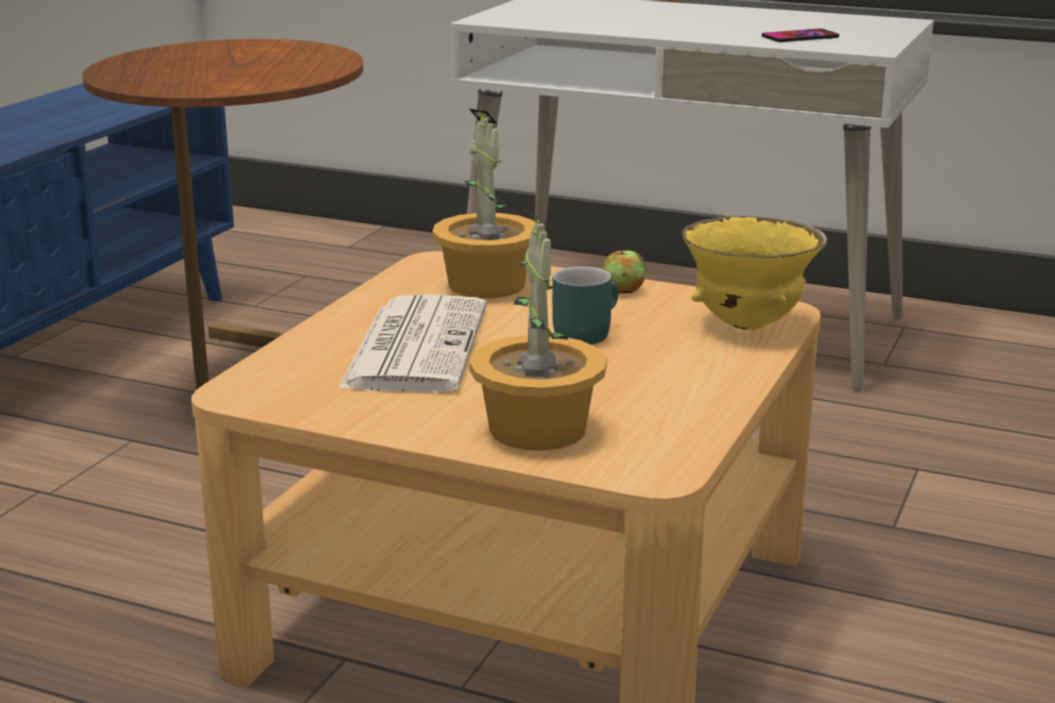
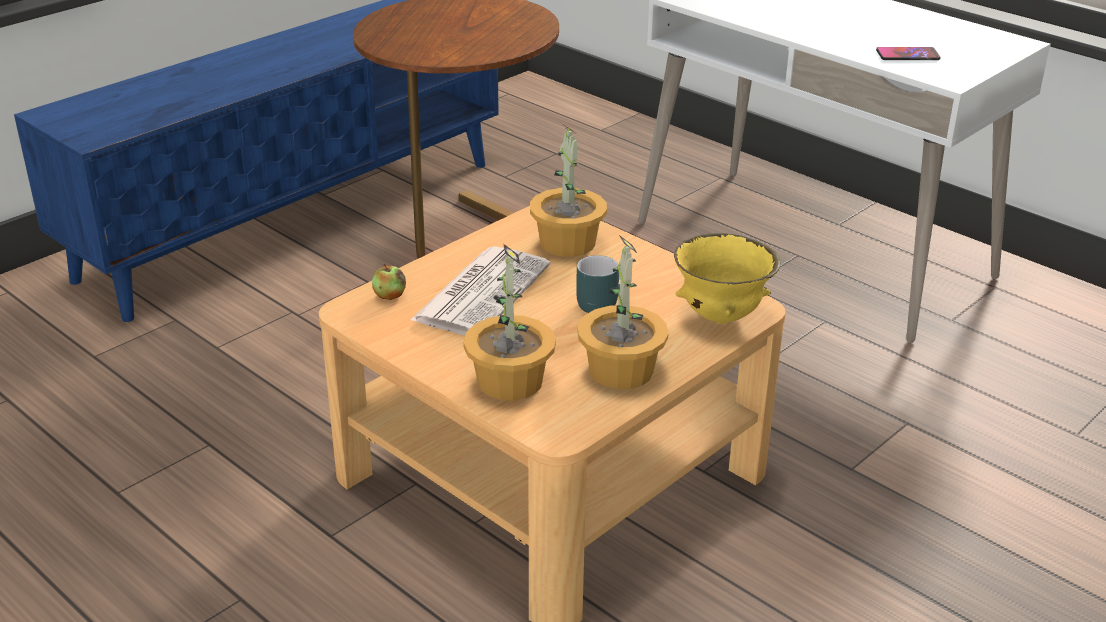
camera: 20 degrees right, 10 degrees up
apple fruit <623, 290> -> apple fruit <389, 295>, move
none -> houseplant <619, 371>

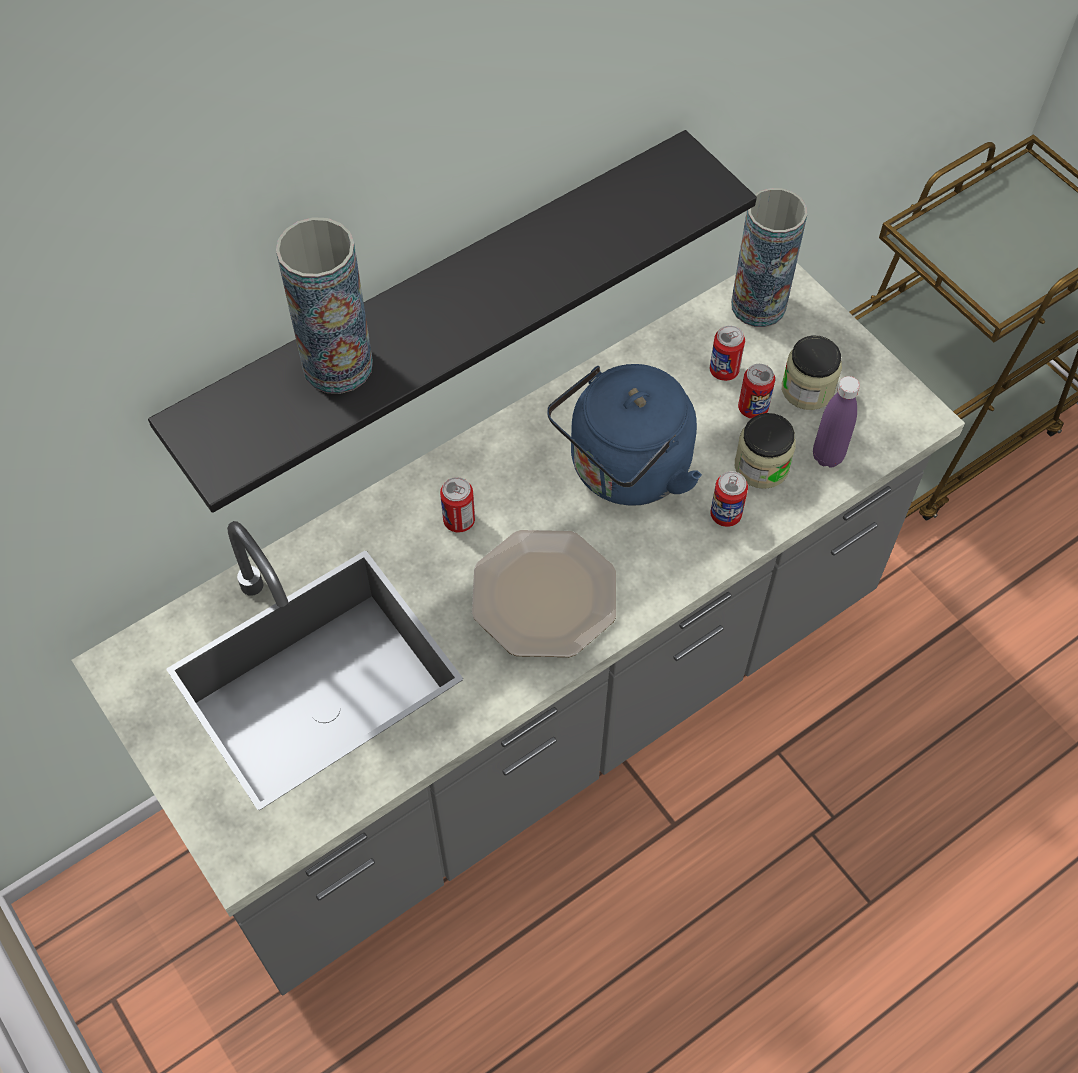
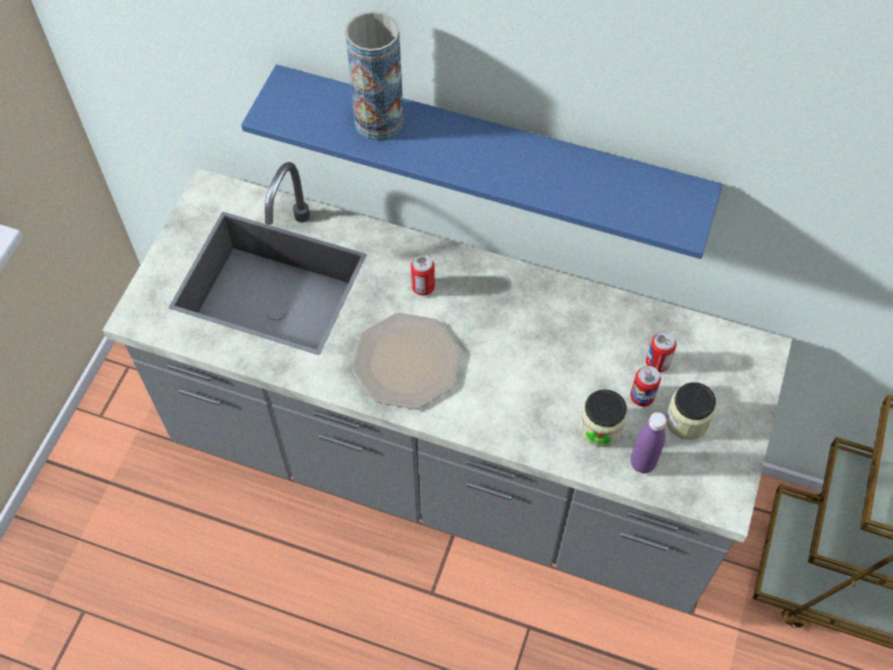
camera: 55 degrees right, 0 degrees up
blackish wall shelf <437, 307> -> blue-coloured wall shelf <490, 153>
vase <758, 305> -> none
blue-coloured kettle <624, 471> -> none
sealed can <725, 515> -> none

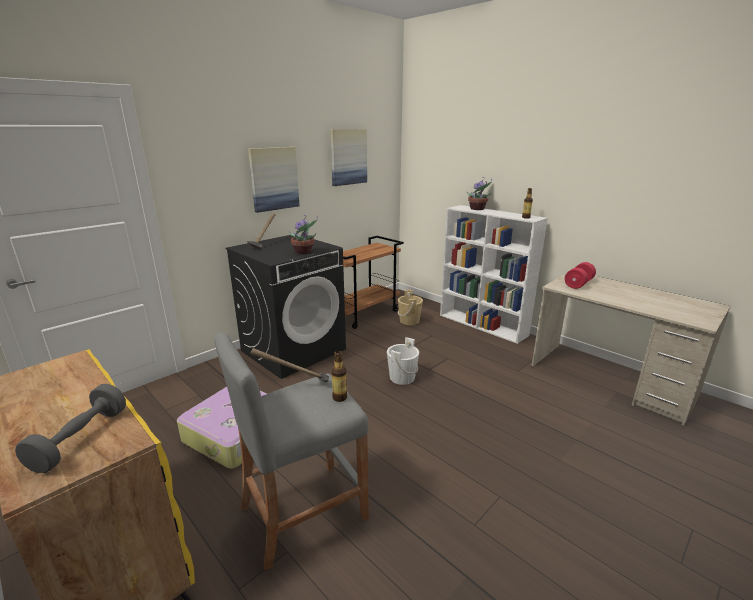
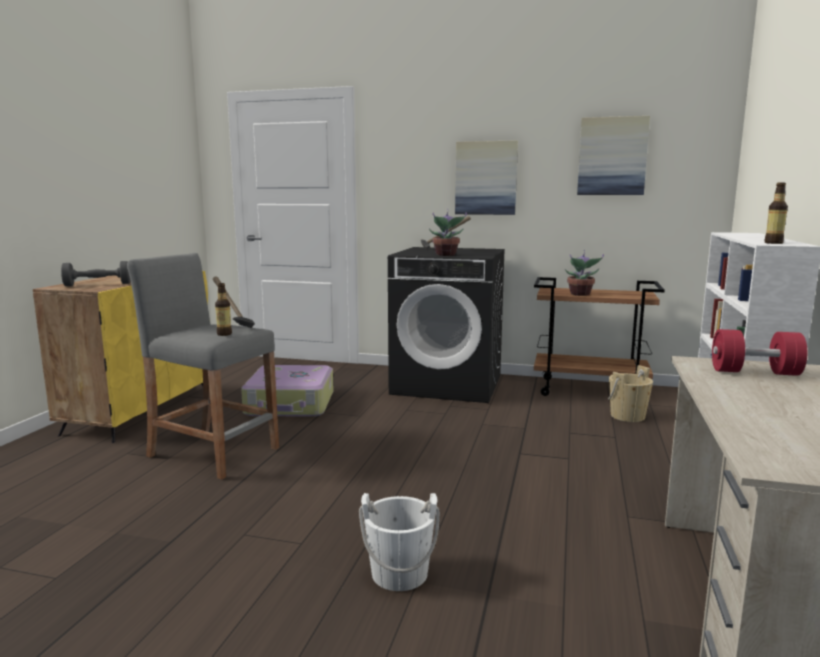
camera: 60 degrees right, 10 degrees down
houseplant <478, 209> -> houseplant <580, 294>, move
white pail <402, 377> -> white pail <399, 574>, move

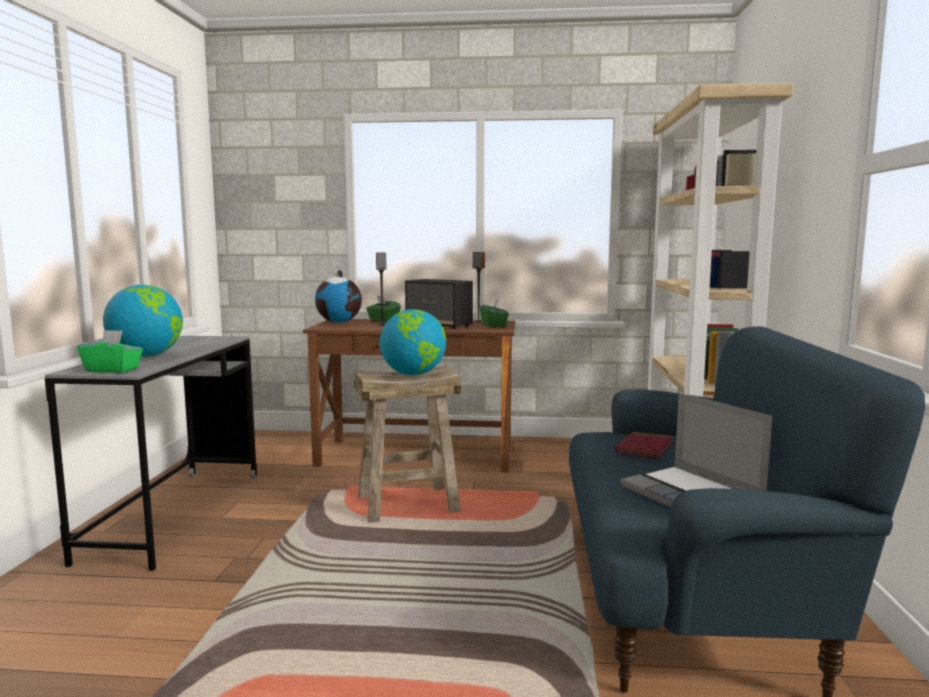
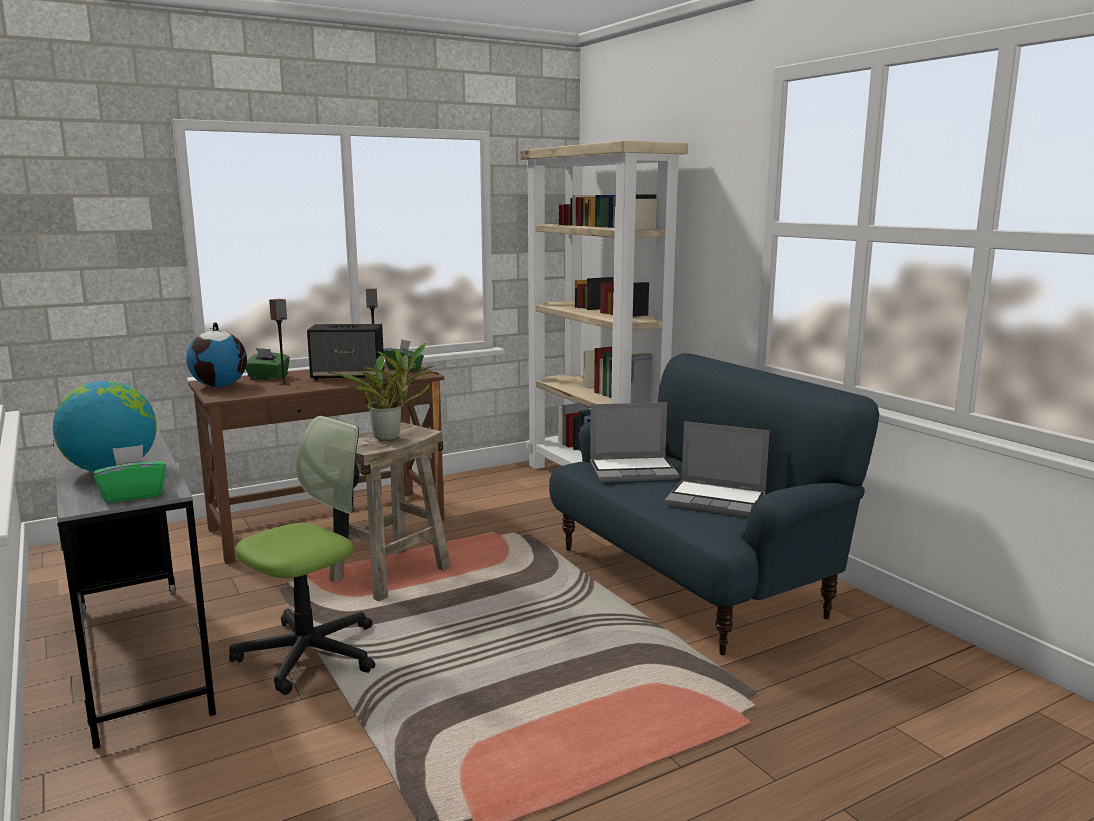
camera: 35 degrees left, 5 degrees up
world globe <413, 374> -> houseplant <391, 437>
red-coloured bound book <644, 448> -> laptop <634, 471>
none -> office chair <309, 654>

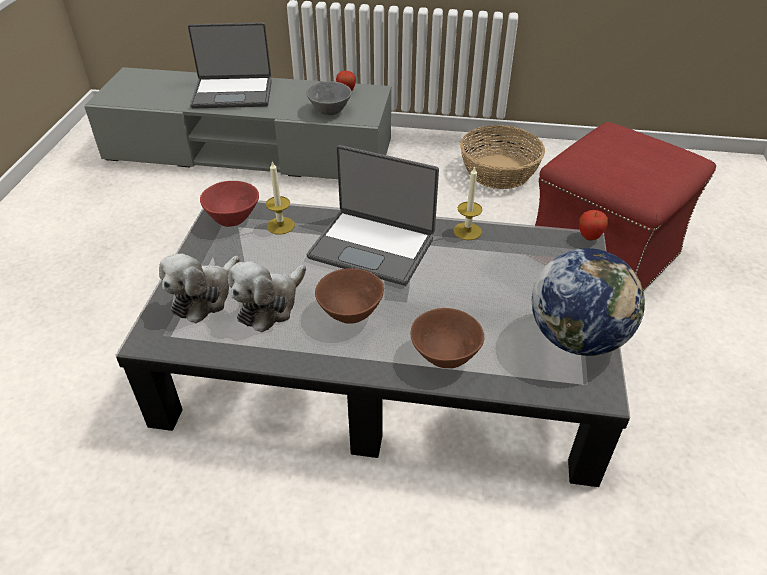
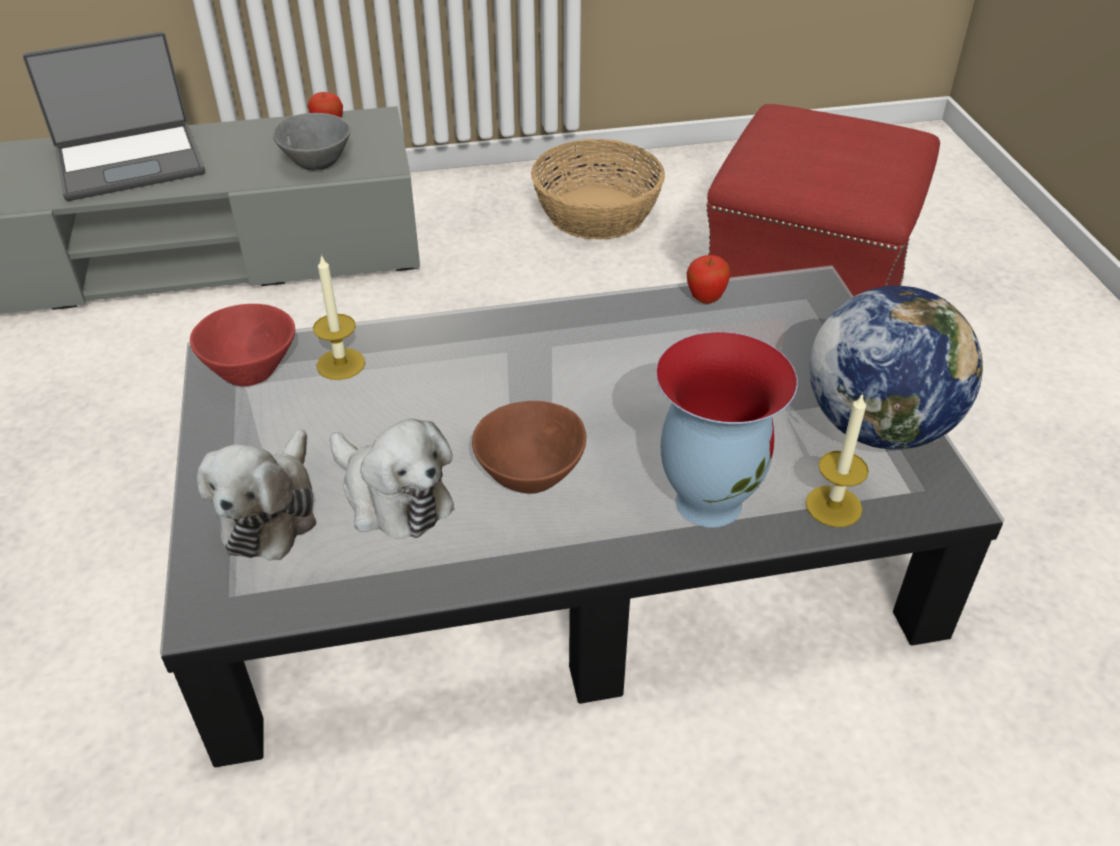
camera: 20 degrees left, 0 degrees up
laptop <373, 247> -> none
candle <467, 231> -> candle <833, 506>, move
apple fruit <589, 237> -> apple fruit <705, 299>, move
cuddly toy <270, 305> -> cuddly toy <392, 496>, 60 degrees counterclockwise
brown bowl <445, 354> -> vase <708, 500>

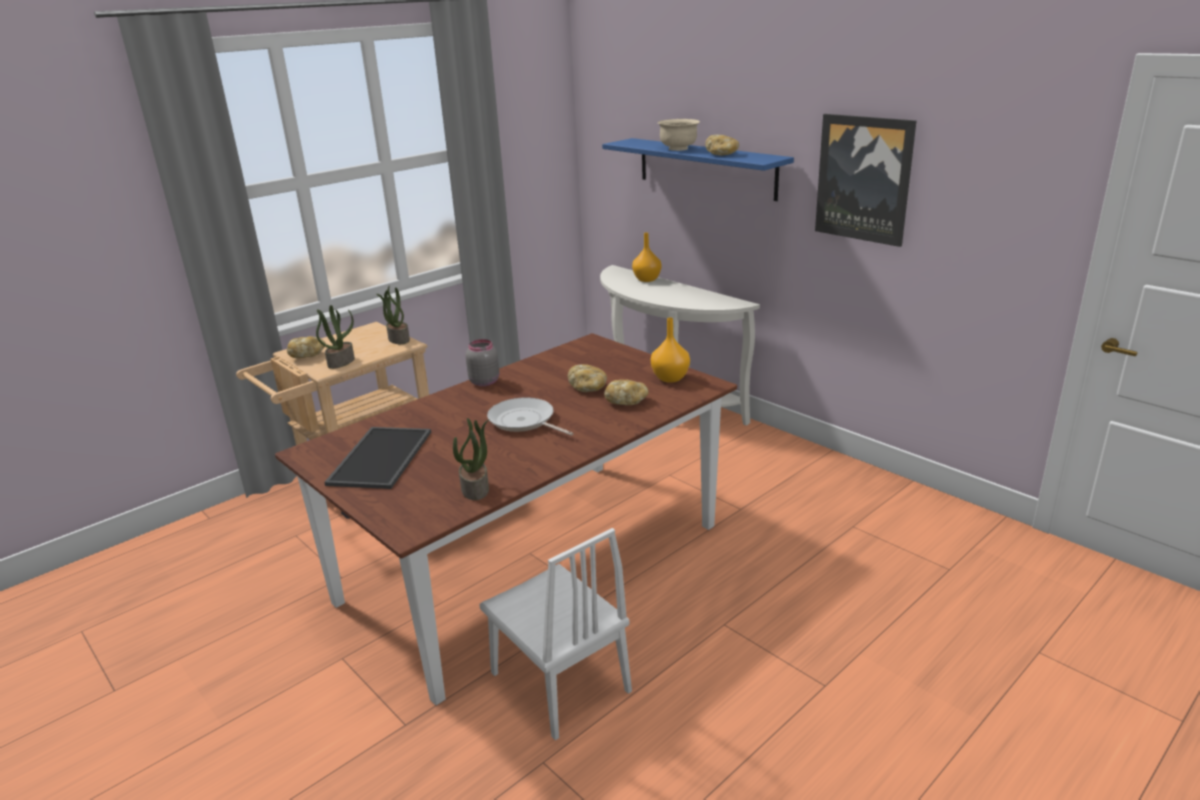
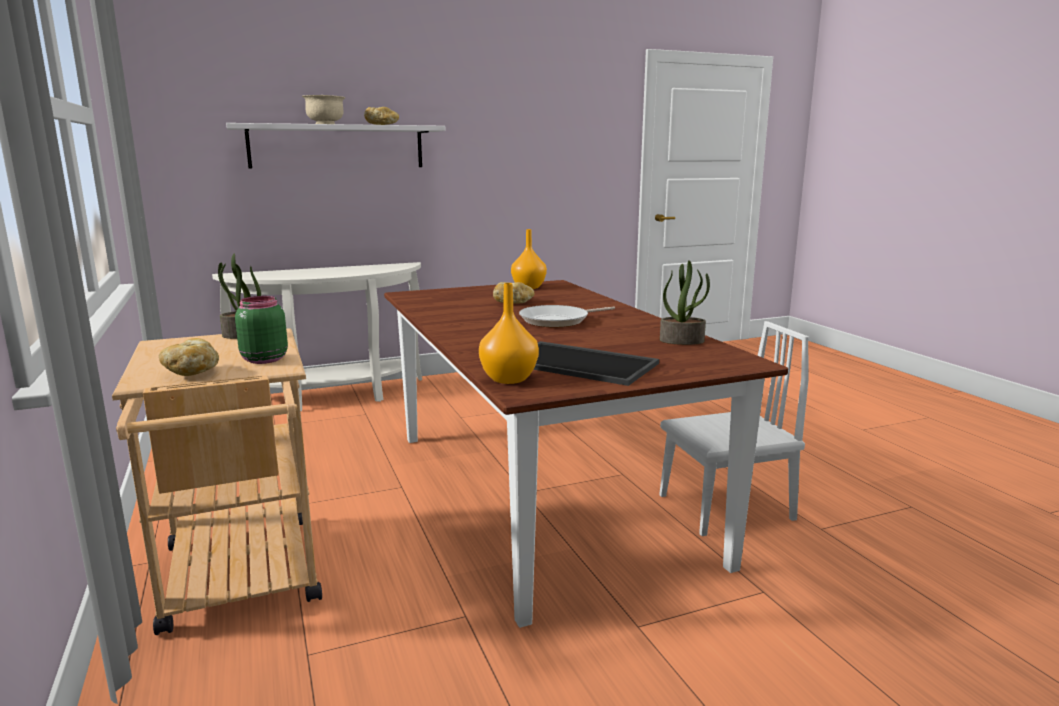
camera: 70 degrees left, 10 degrees down
wall picture <864, 179> -> none
blue-coloured wall shelf <706, 168> -> white wall shelf <337, 147>
orange vase <646, 279> -> orange vase <509, 379>, move
houseplant <341, 362> -> greenish preserve jar <263, 359>
greyish preserve jar <484, 381> -> none
bakery bread <626, 401> -> none

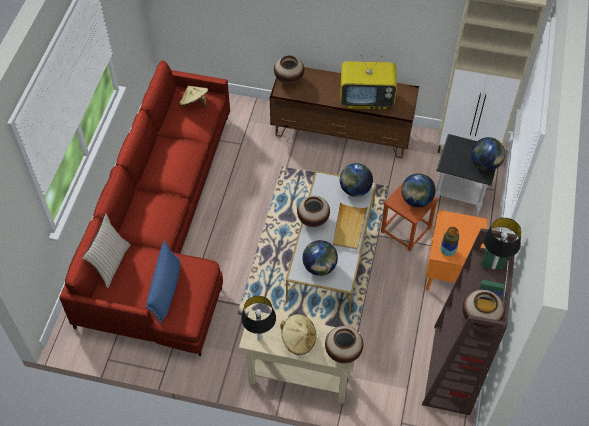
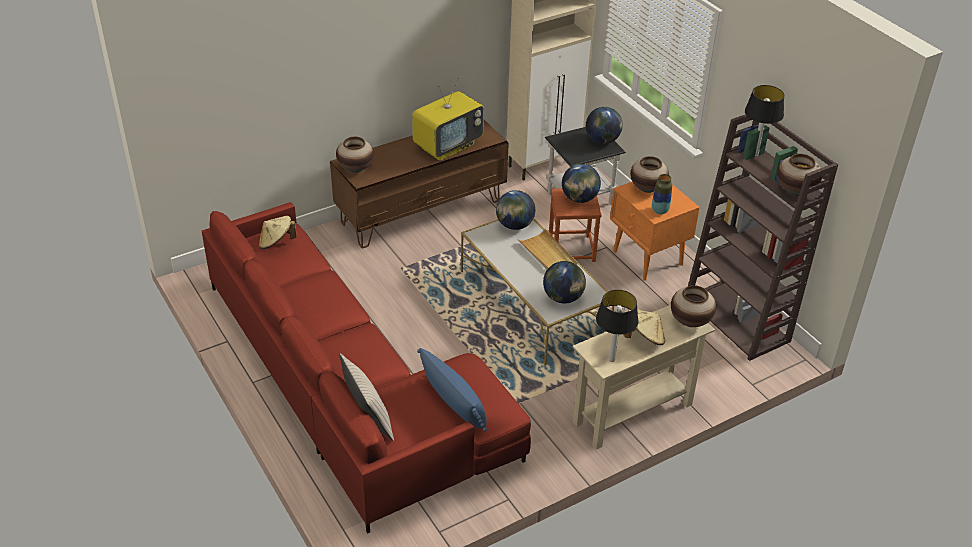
camera: 45 degrees left, 15 degrees down
vase <313, 219> -> vase <647, 188>, move

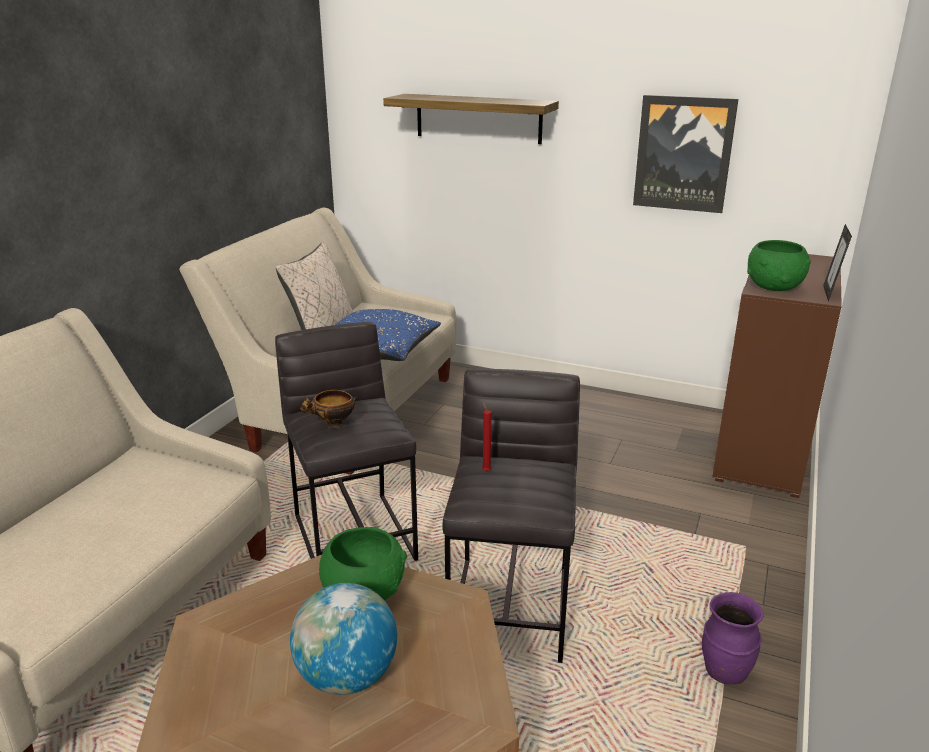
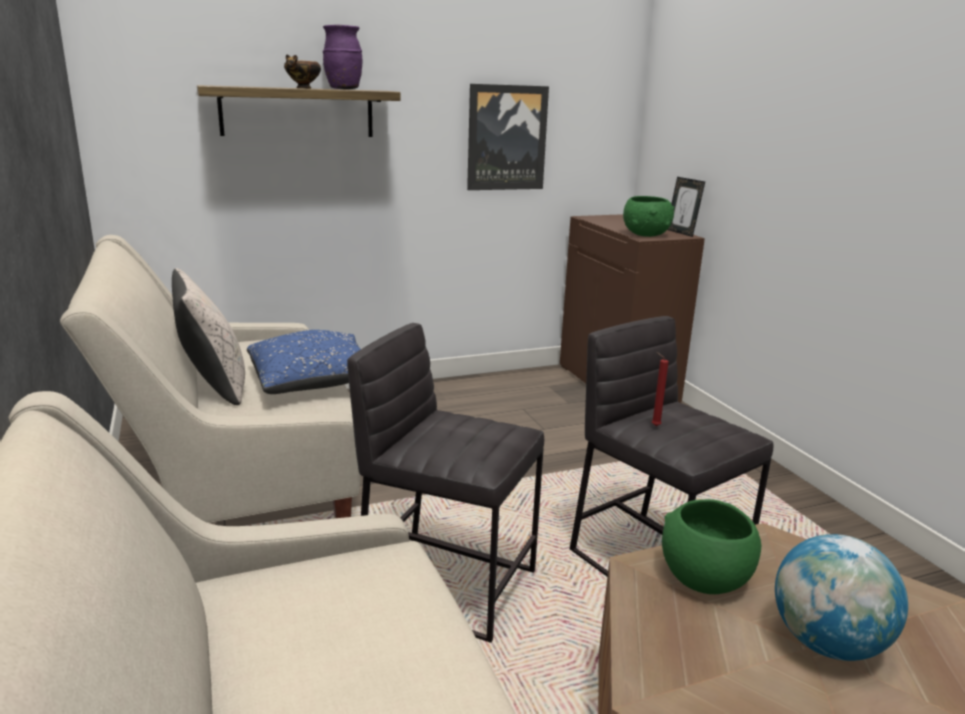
camera: 45 degrees left, 5 degrees down
bowl <333, 425> -> bowl <303, 88>, move
purplish vase <724, 671> -> purplish vase <343, 89>, move

